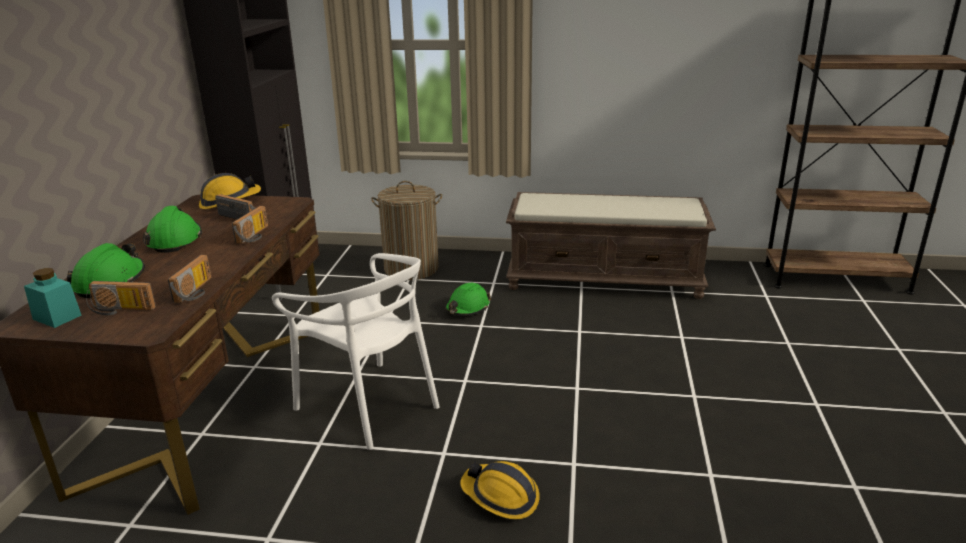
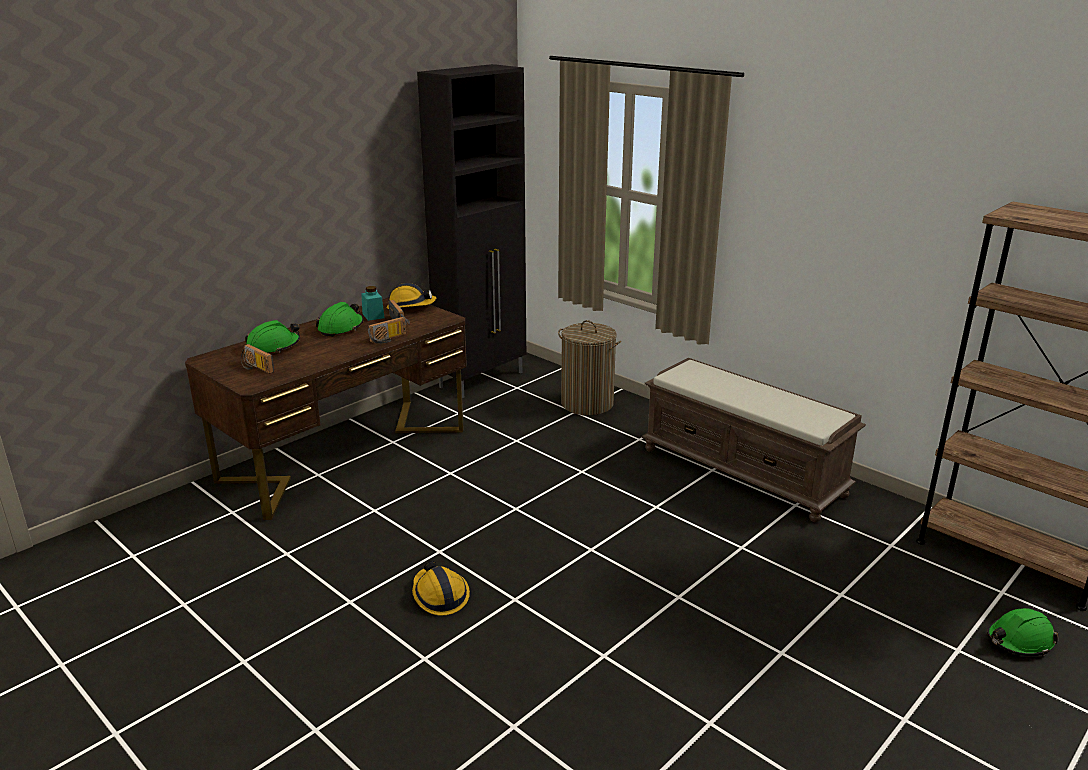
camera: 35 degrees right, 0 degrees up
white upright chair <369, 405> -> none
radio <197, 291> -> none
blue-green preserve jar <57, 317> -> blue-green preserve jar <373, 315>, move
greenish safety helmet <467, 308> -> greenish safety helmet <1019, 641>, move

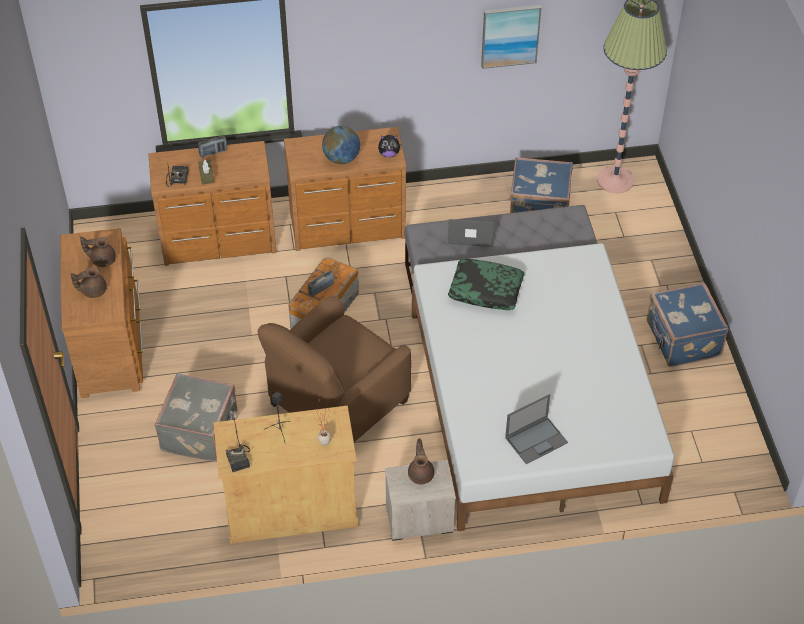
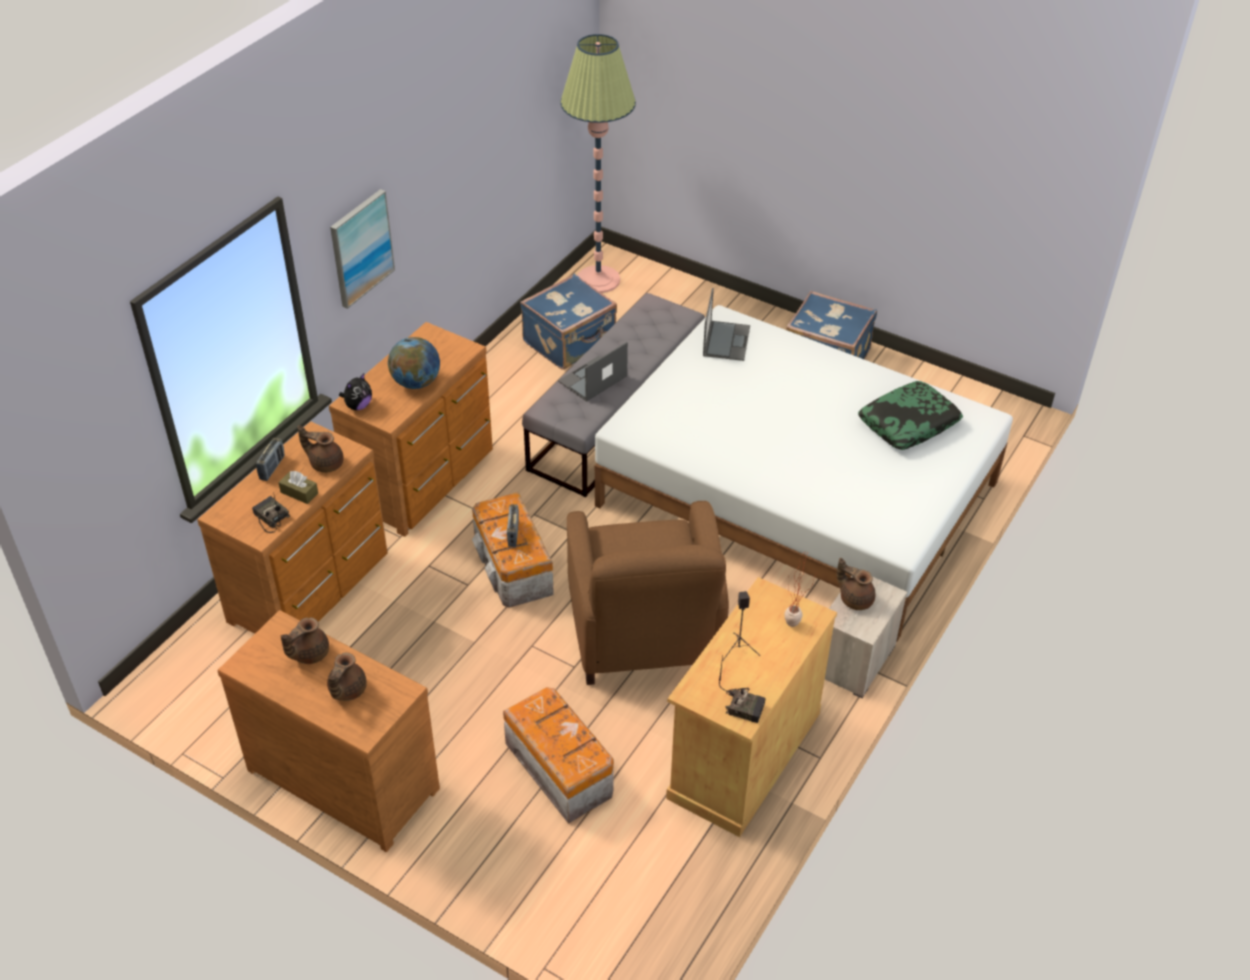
camera: 50 degrees left, 5 degrees down
wall picture <510, 35> -> wall picture <361, 248>, move
cuddly toy <389, 154> -> cuddly toy <358, 406>, move
throw pillow <485, 290> -> throw pillow <908, 423>, move
greyish travel case <201, 431> -> storage box <559, 768>
laptop <536, 440> -> laptop <726, 340>, move
none -> brown pot for tea <325, 463>

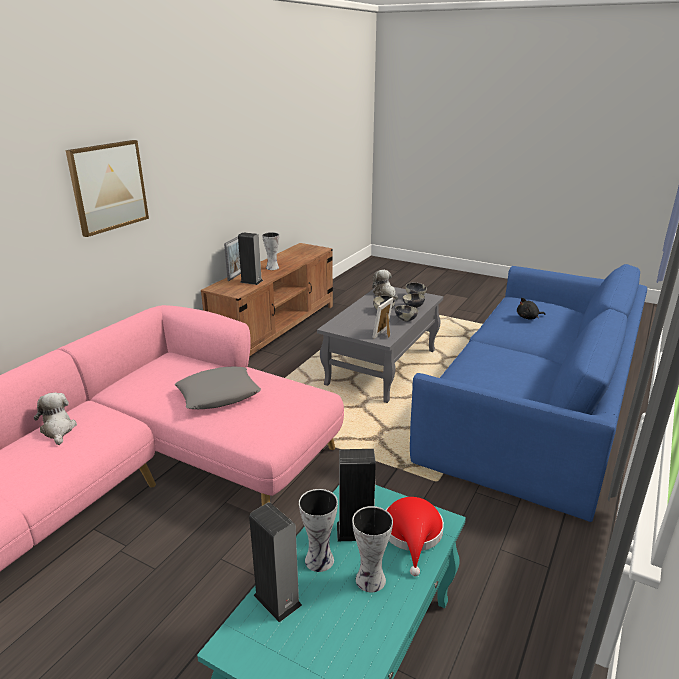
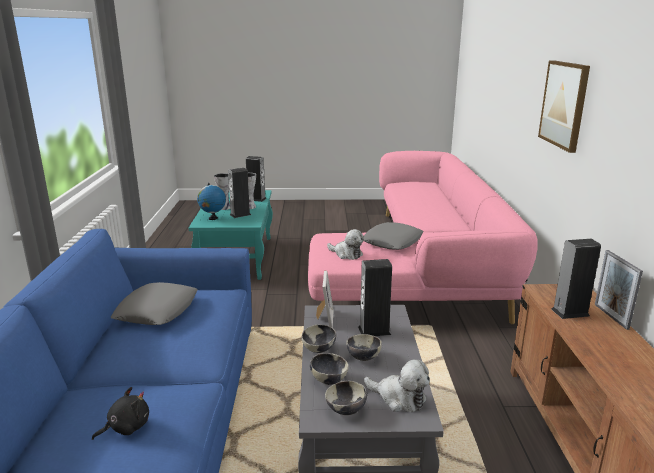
camera: 150 degrees right, 5 degrees down
vase <271, 267> -> none
cuddly toy <58, 430> -> cuddly toy <346, 254>, move
red-coloured clothing hat <412, 534> -> world globe <213, 218>
none -> audio speaker <374, 330>
none -> greyish throw pillow <157, 310>

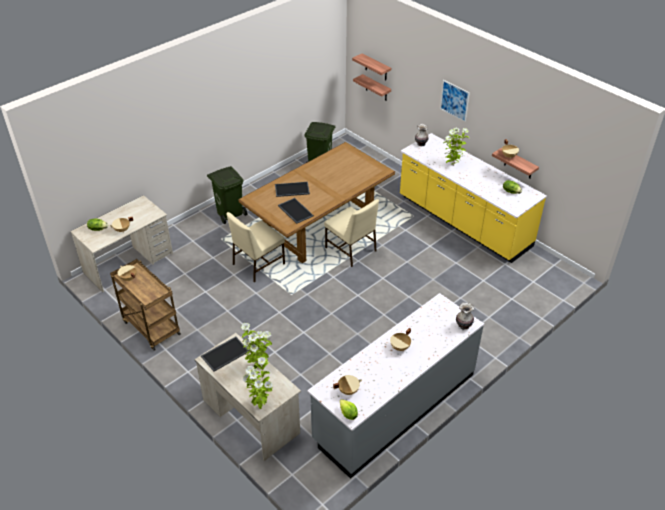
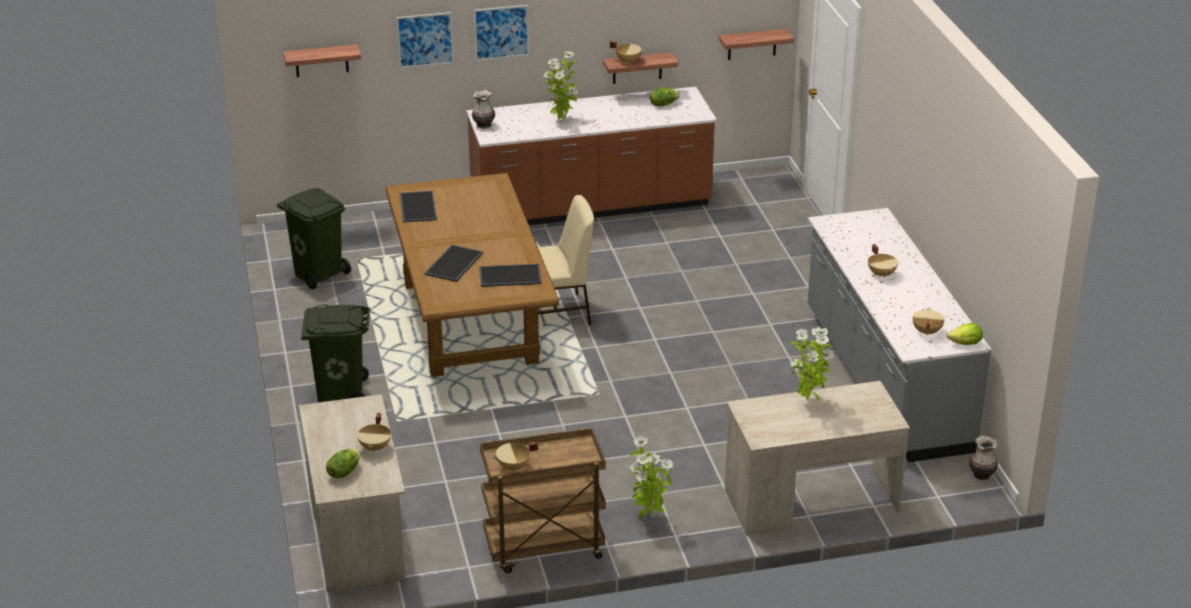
camera: 60 degrees left, 10 degrees down
wall shelf <376, 88> -> wall shelf <752, 44>, move
yellow-coloured counter <463, 222> -> brown counter <591, 206>
beige-coloured upright chair <257, 264> -> none
vase <463, 326> -> vase <982, 475>, move
serving tray <225, 353> -> serving tray <417, 207>, move
houseplant <260, 404> -> houseplant <648, 516>, move
none -> wall picture <425, 40>

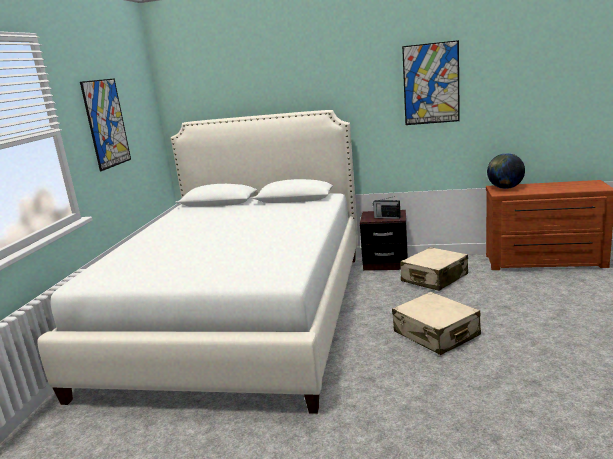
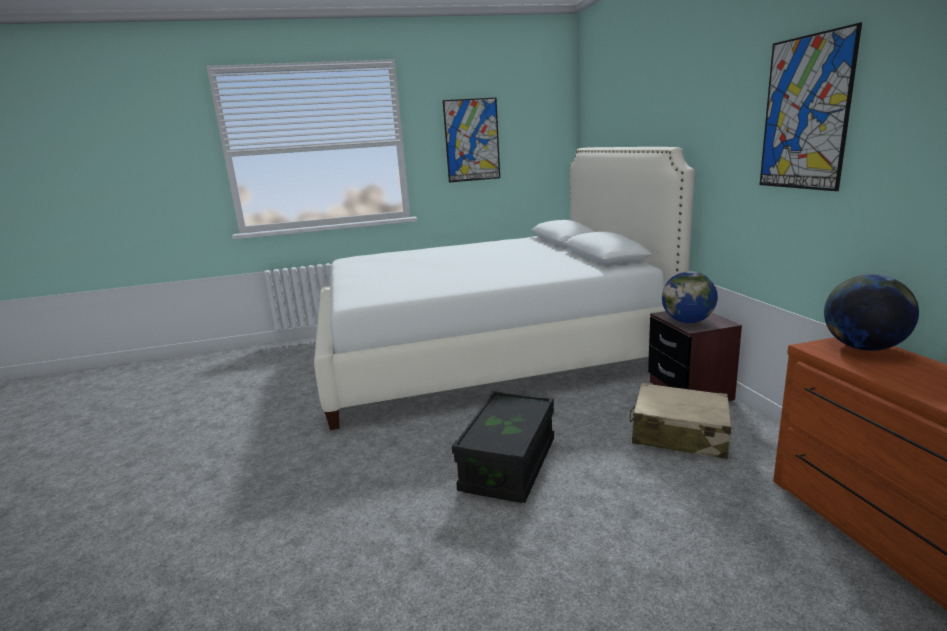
camera: 65 degrees right, 0 degrees up
radio <386, 217> -> world globe <687, 321>
beige-coloured travel case <436, 334> -> blackish storage box <508, 465>

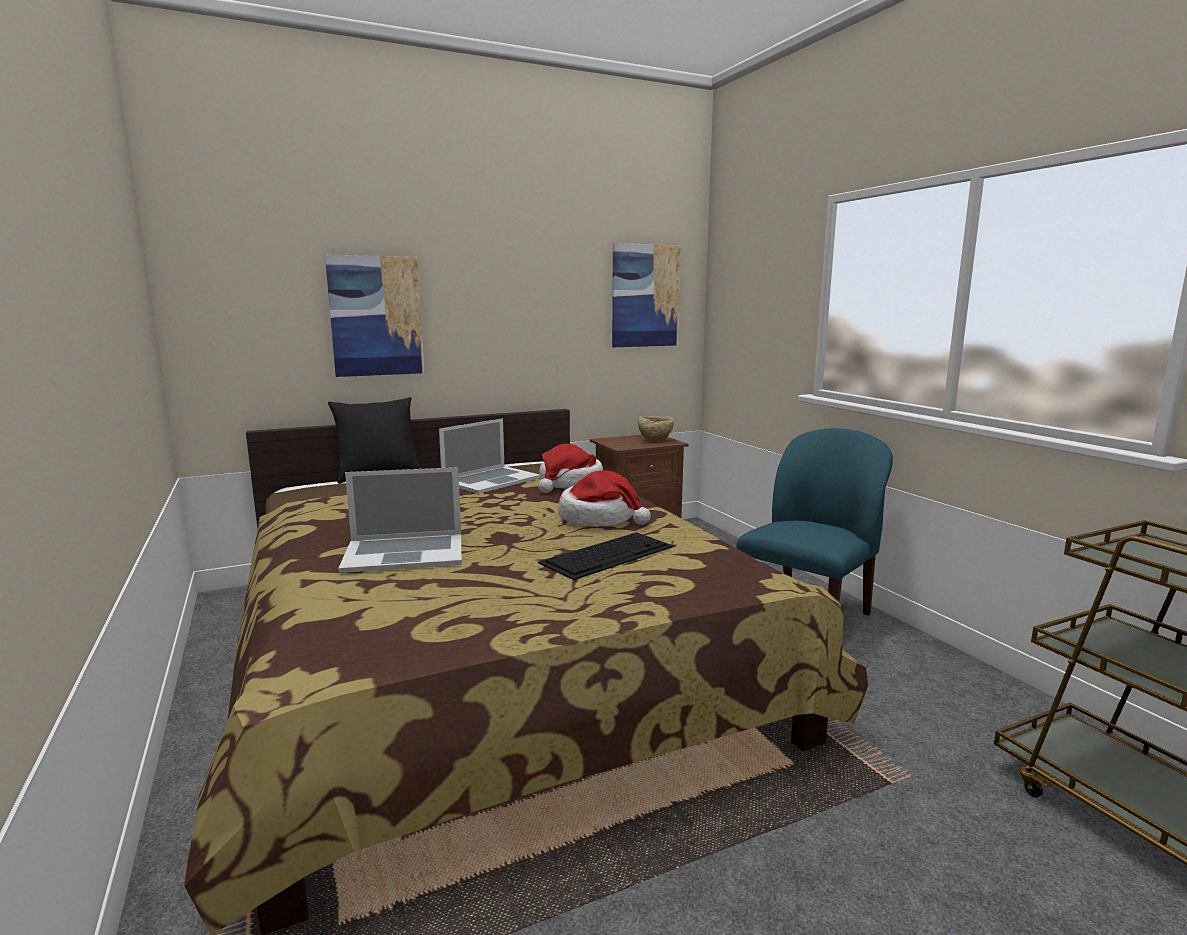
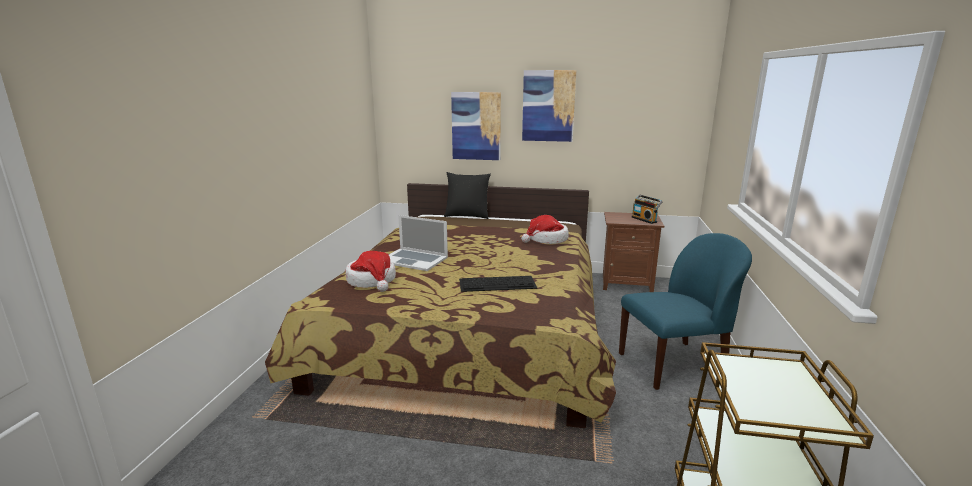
camera: 35 degrees right, 5 degrees up
wall picture <645, 296> -> wall picture <548, 106>, move
beige-coloured bowl <655, 440> -> radio <645, 219>
laptop <491, 480> -> none
clothing hat <599, 518> -> clothing hat <372, 281>, move

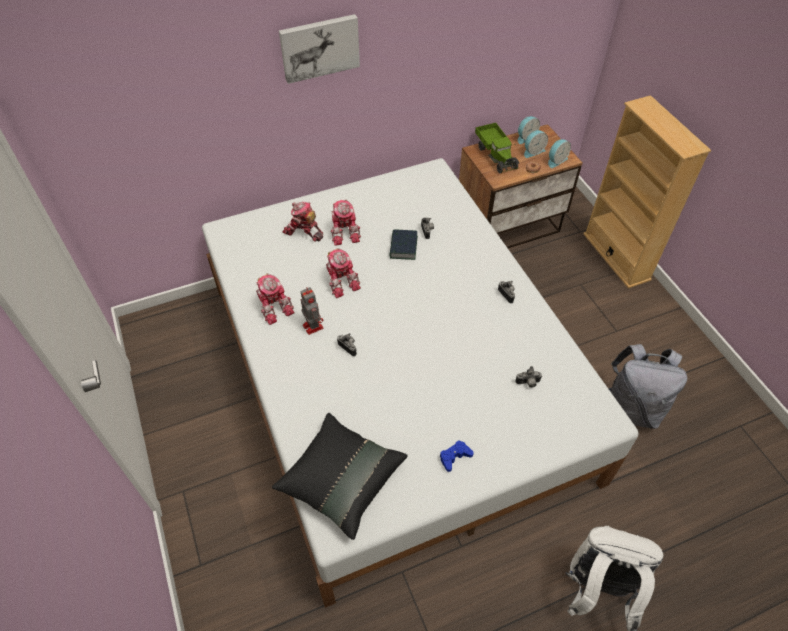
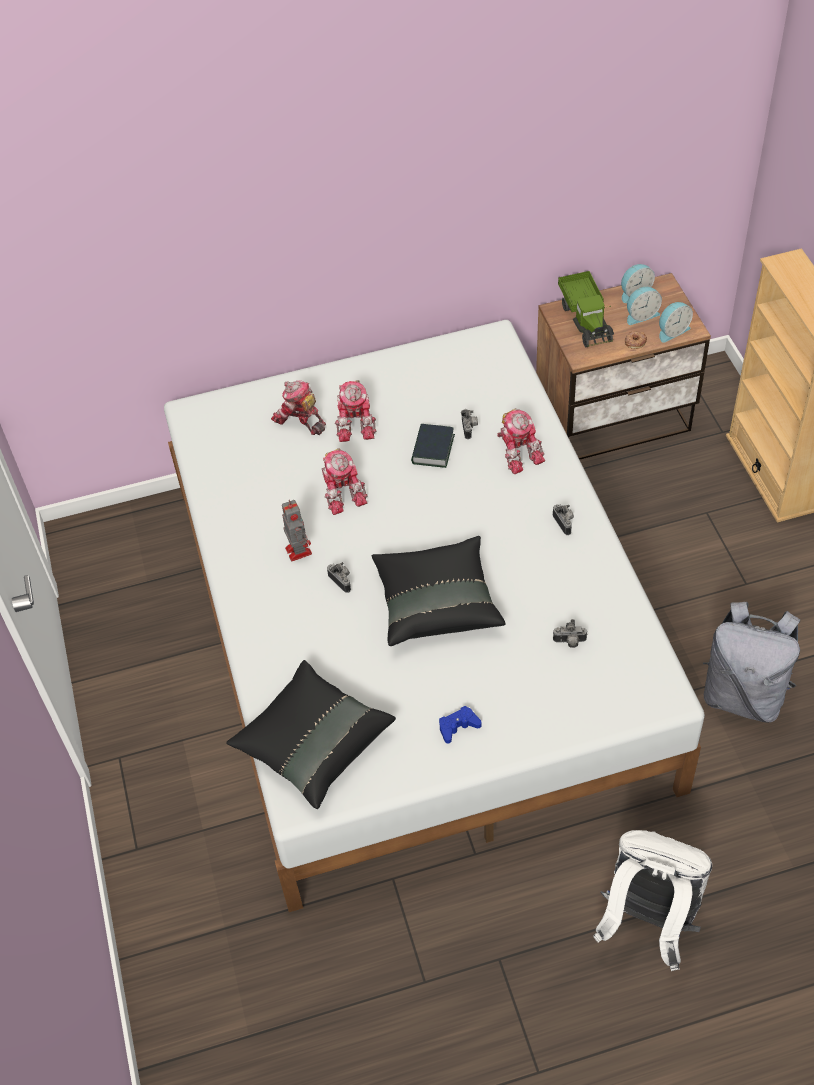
camera: 10 degrees right, 0 degrees up
wall picture <319, 47> -> none
toy robot <274, 305> -> toy robot <518, 450>, move
none -> blackish throw pillow <437, 603>

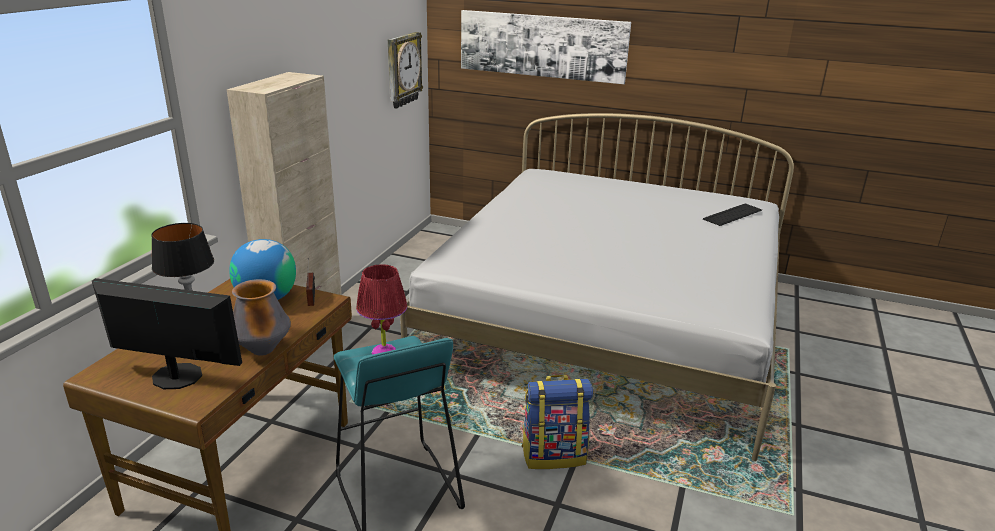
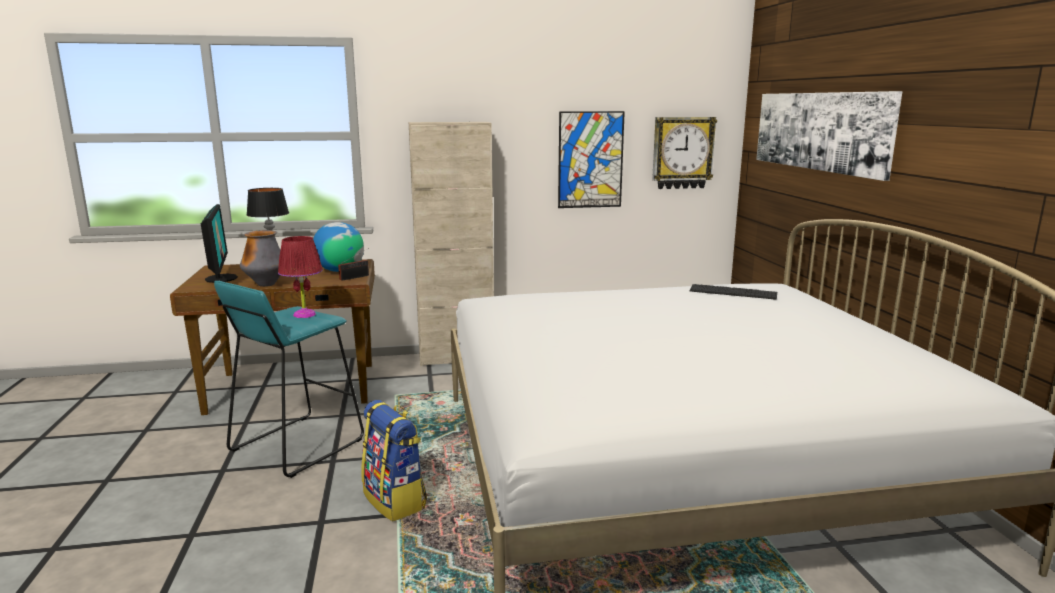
camera: 60 degrees right, 10 degrees down
computer keyboard <732, 214> -> computer keyboard <733, 292>, move
none -> wall picture <590, 160>

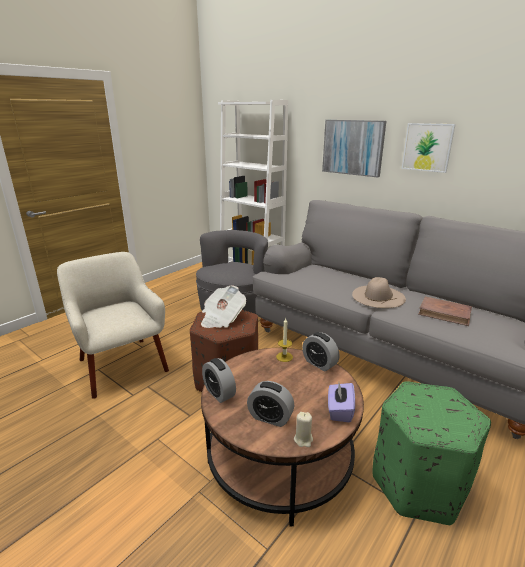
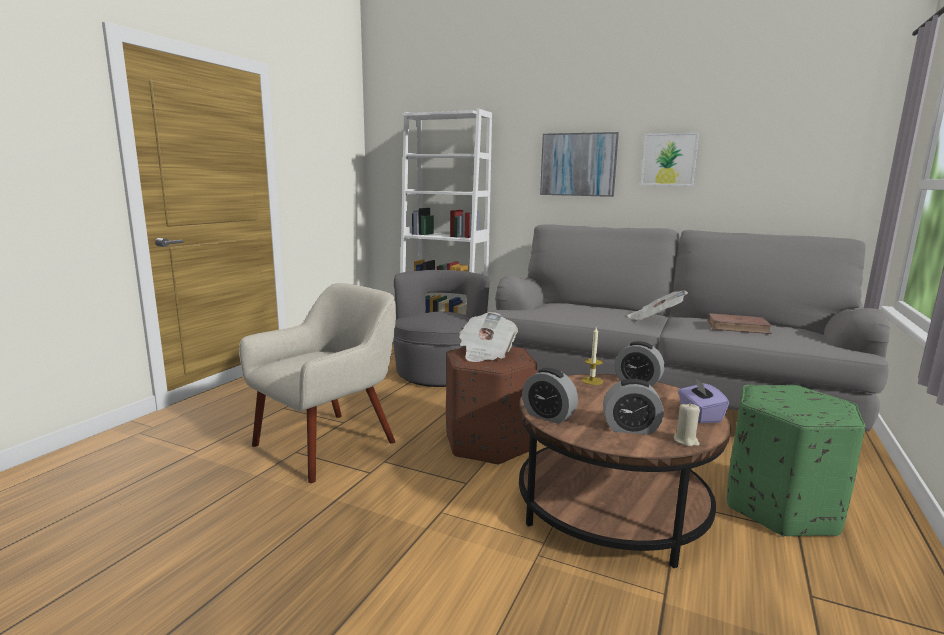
camera: 15 degrees left, 10 degrees down
beige-coloured easy chair <121, 364> -> beige-coloured easy chair <327, 443>, 90 degrees clockwise
beige-coloured clothing hat <378, 296> -> daily paper <655, 319>

